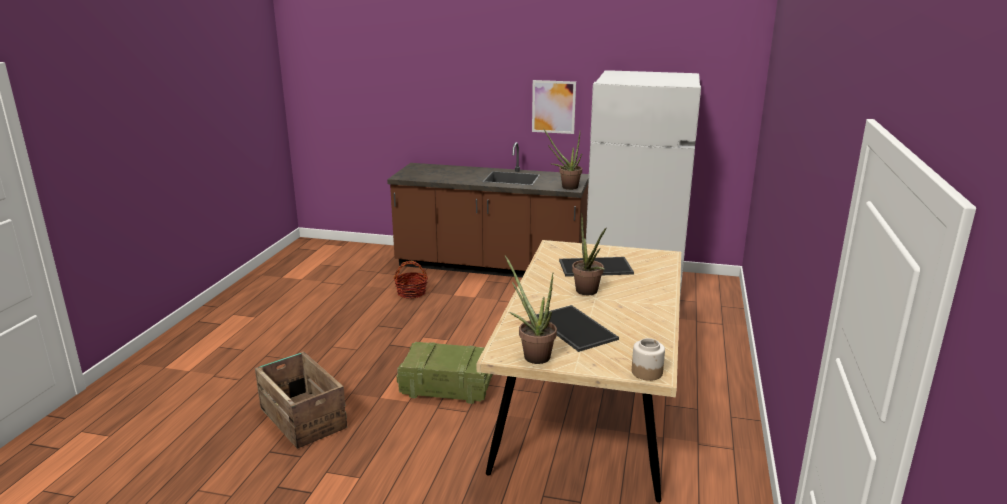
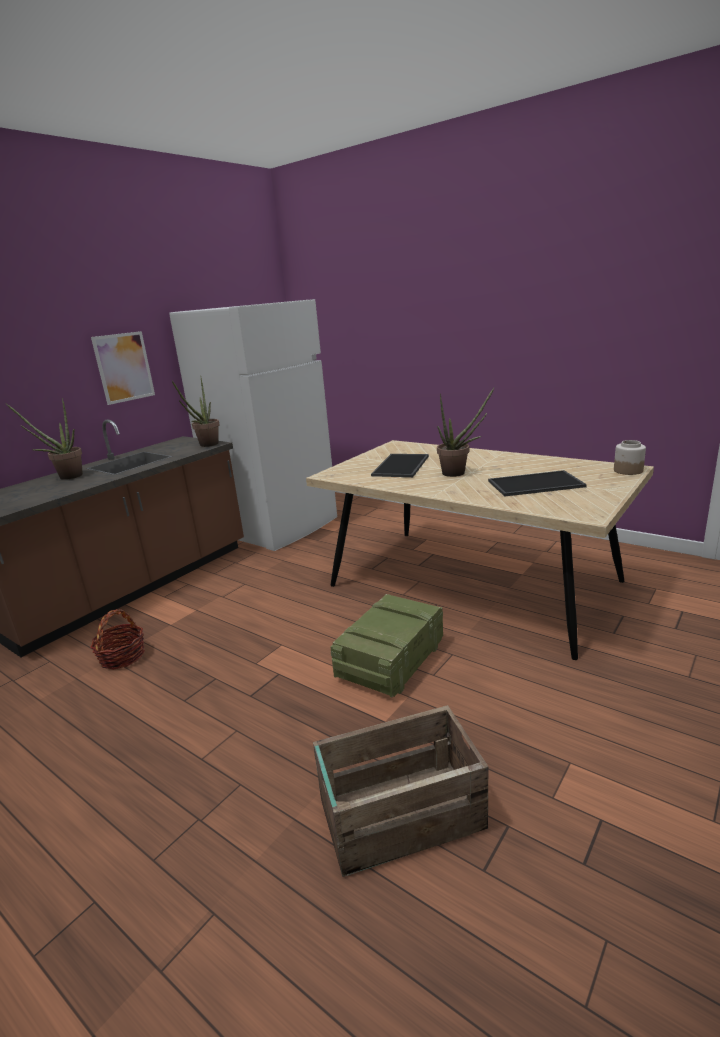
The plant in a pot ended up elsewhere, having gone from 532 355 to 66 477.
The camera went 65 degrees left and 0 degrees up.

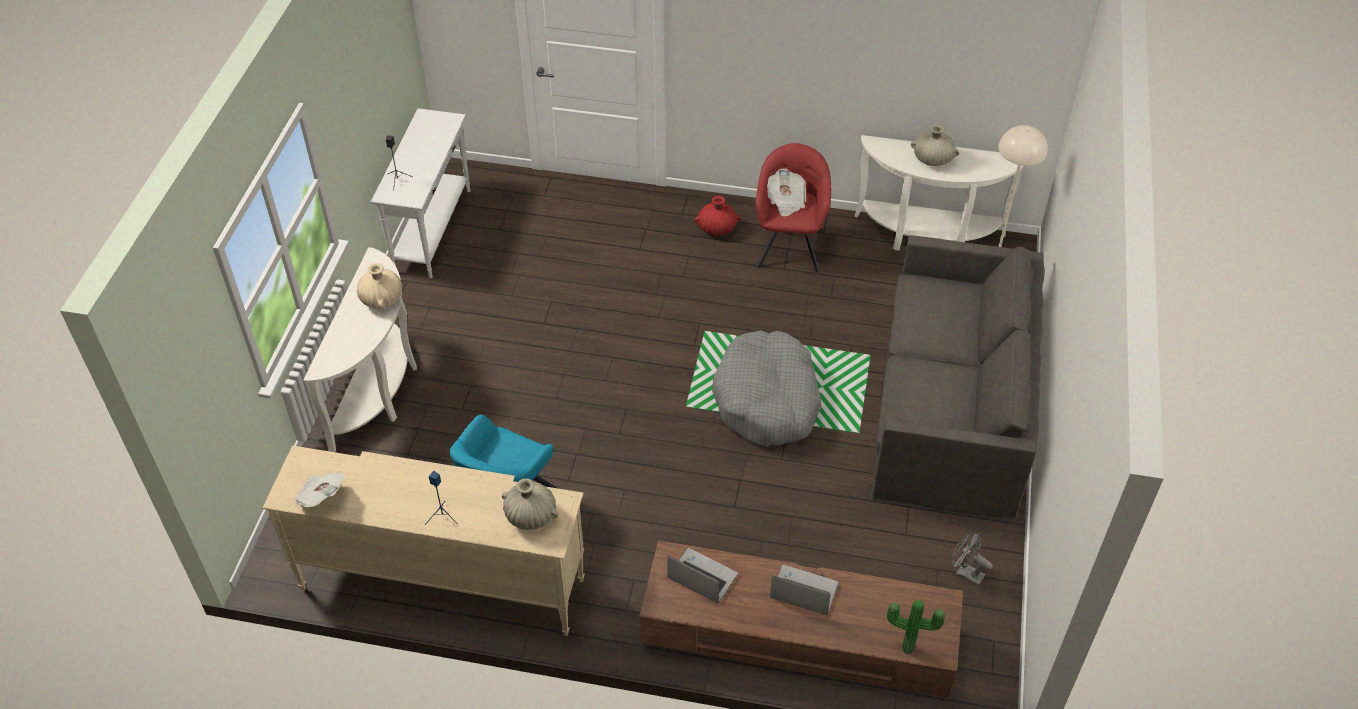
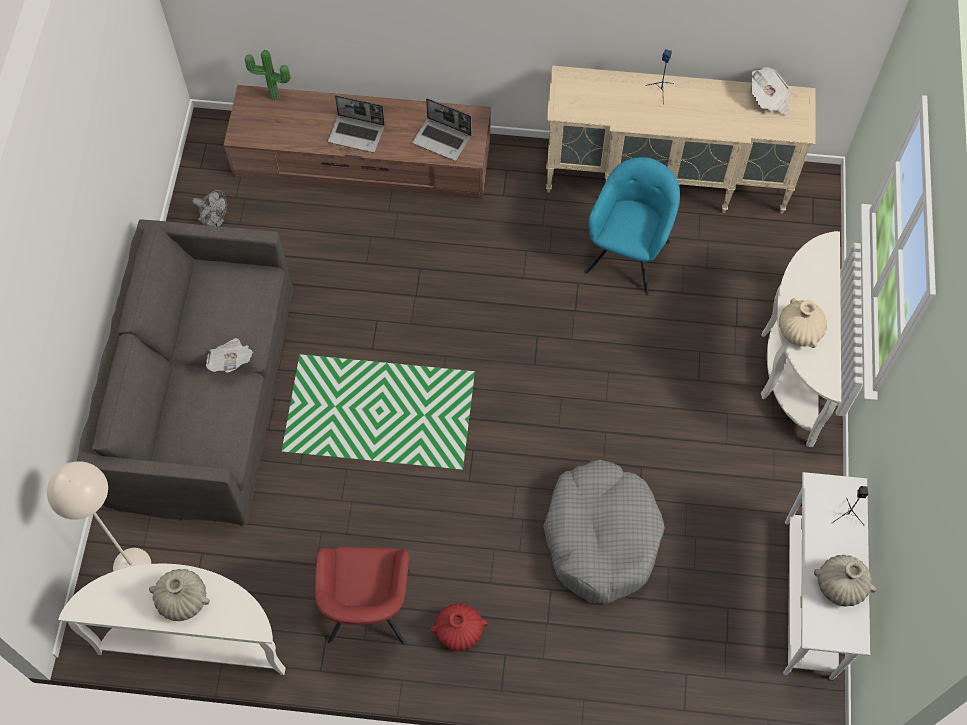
The beige-coloured decorative vase ended up elsewhere, having gone from 530 516 to 840 585.
The greyish dog bed ended up elsewhere, having gone from 767 400 to 601 537.
The printed paper ended up elsewhere, having gone from 785 201 to 231 361.
The camera went 175 degrees right and 15 degrees up.

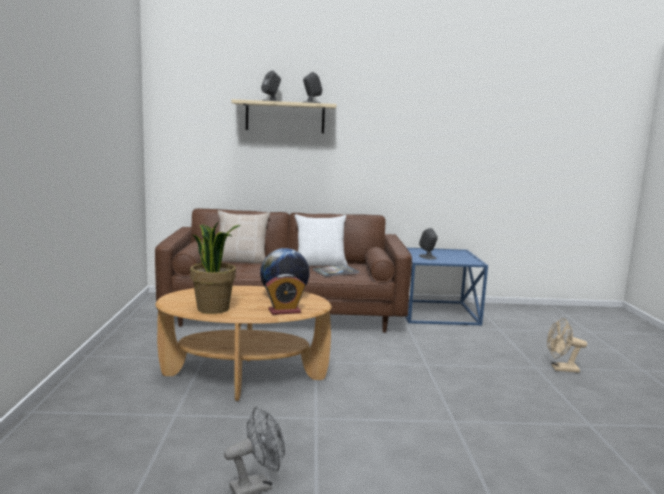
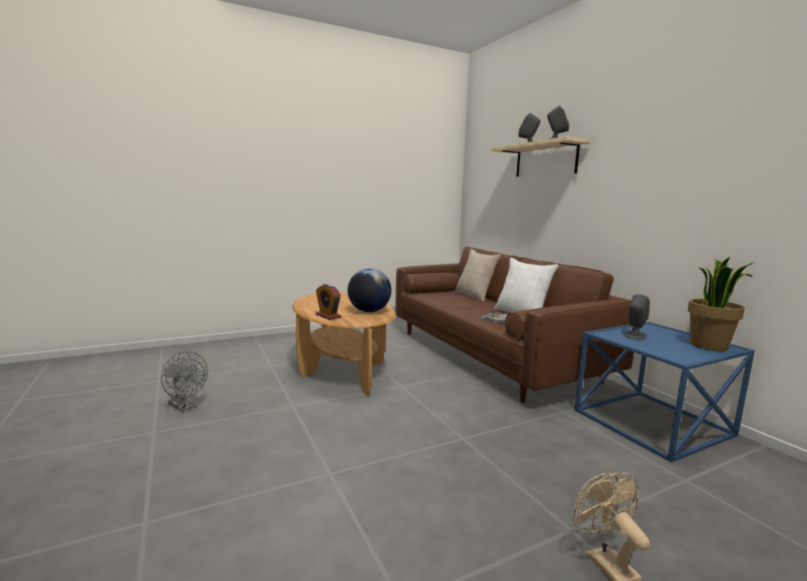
The plant in a pot ended up elsewhere, having gone from 214 308 to 709 346.
The camera went 65 degrees right and 0 degrees up.

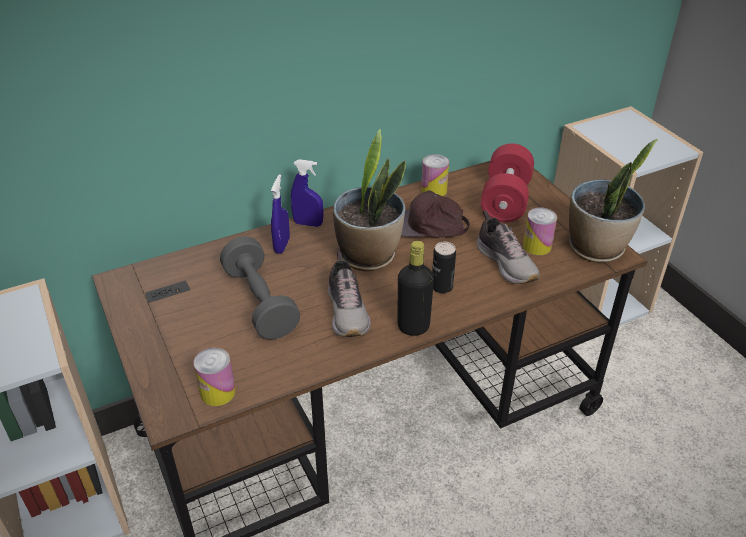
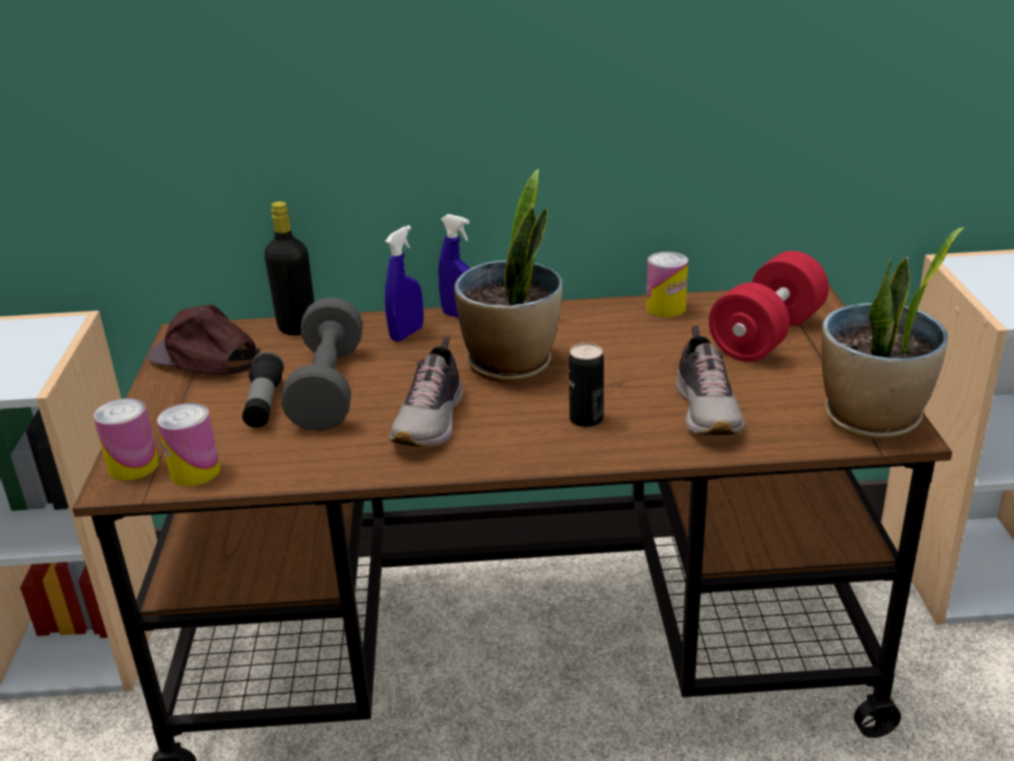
The second view gained the hand torch at 264 404.
The black beverage bottle ended up elsewhere, having gone from 413 327 to 297 328.
The brown-coloured cap ended up elsewhere, having gone from 428 226 to 204 358.
The metal can ended up elsewhere, having gone from 537 246 to 133 466.
The camera went 25 degrees right and 10 degrees down.

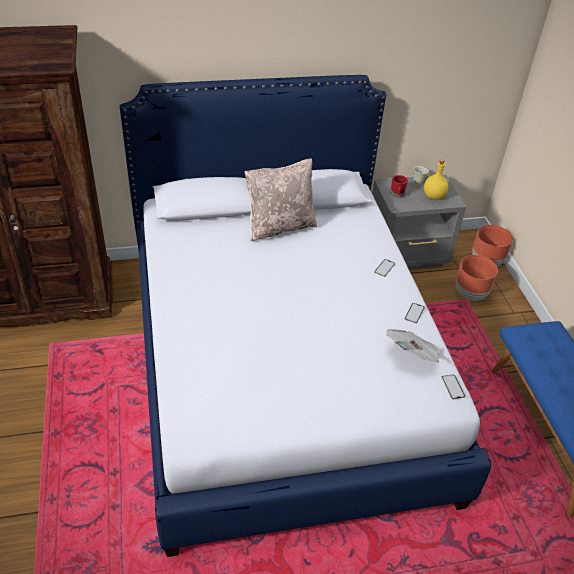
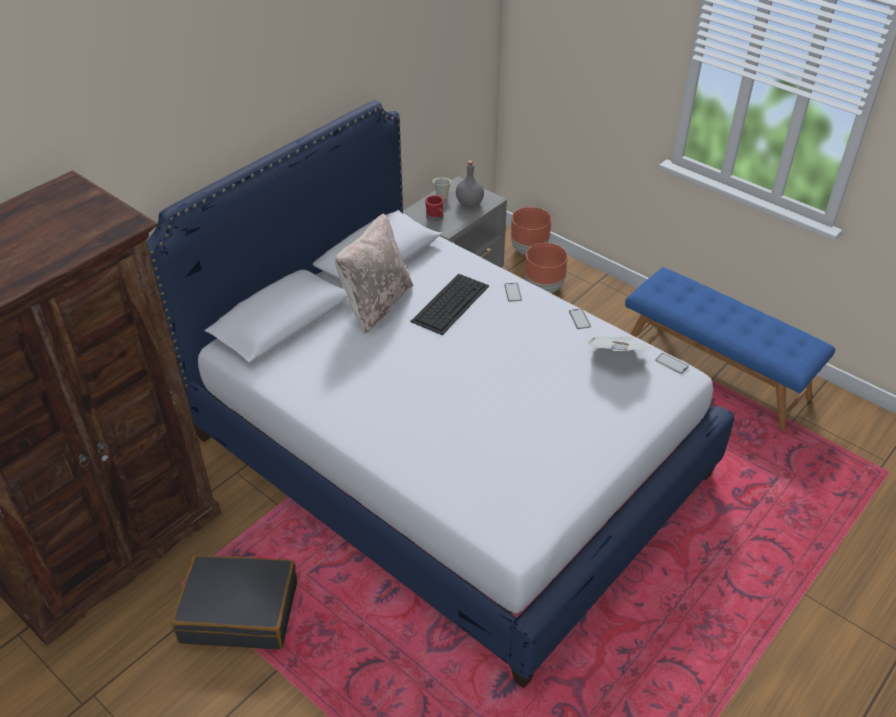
The second view gained the black suitcase at 240 611.
The second view gained the keyboard at 450 303.
What was the yellowish beverage bottle at 433 196 turned into the greyish beverage bottle at 469 203.
The camera went 35 degrees left and 0 degrees up.

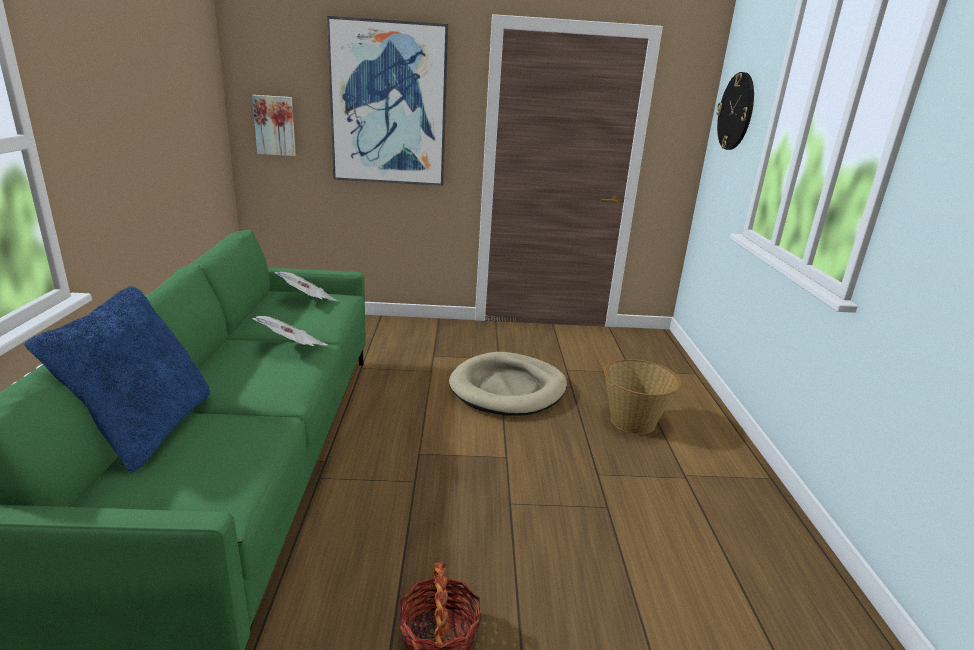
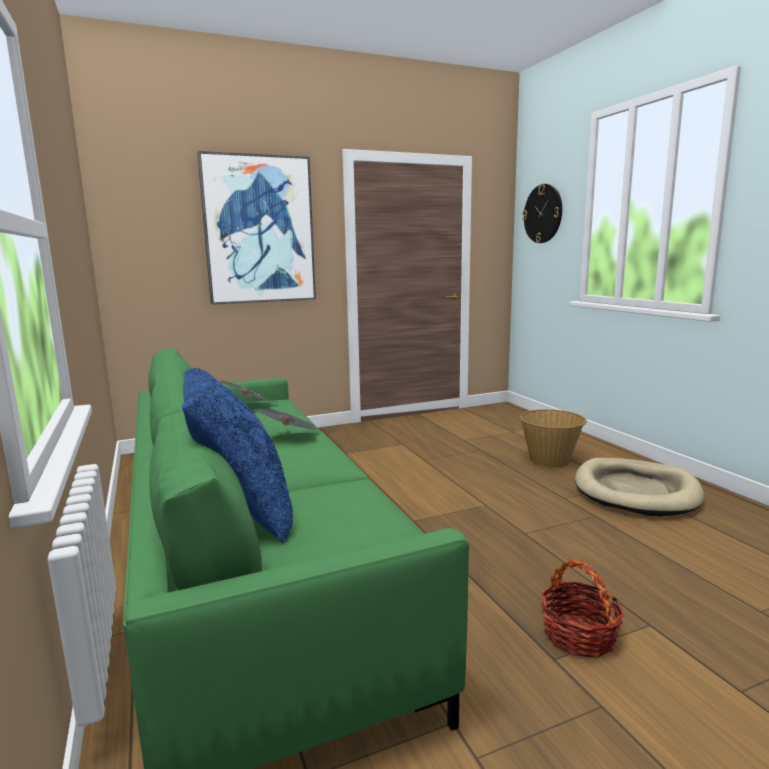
The second view lost the wall art at 275 125.
The beige-coloured dog bed ended up elsewhere, having gone from 508 388 to 636 491.
The camera went 20 degrees left and 10 degrees down.

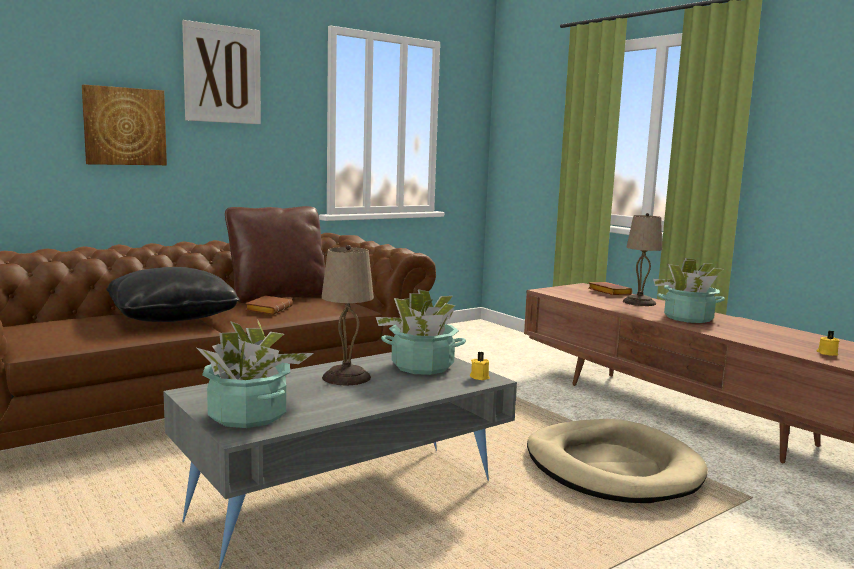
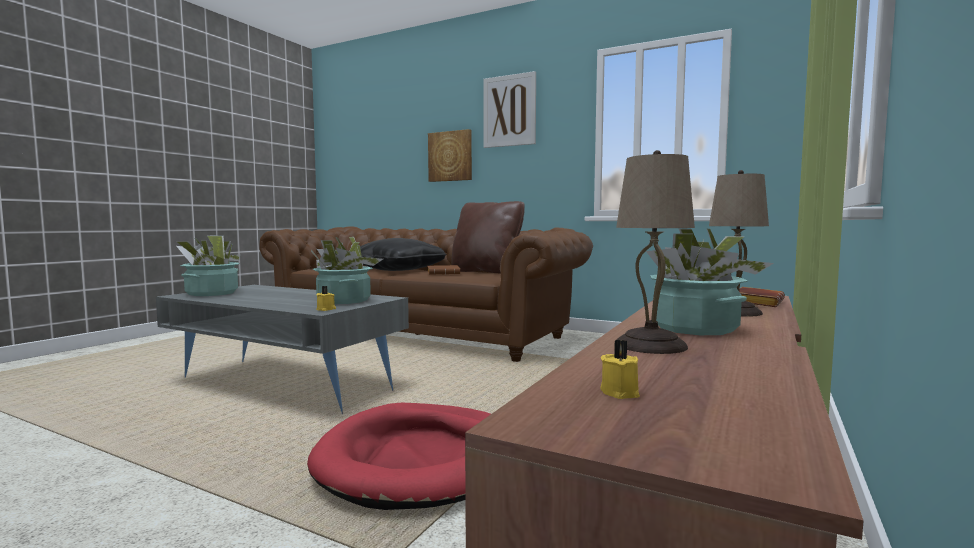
The beige-coloured lamp for a table ended up elsewhere, having gone from 347 377 to 652 345.
What was the beige-coloured dog bed at 612 467 turned into the red-coloured dog bed at 420 460.
The camera went 65 degrees right and 5 degrees down.

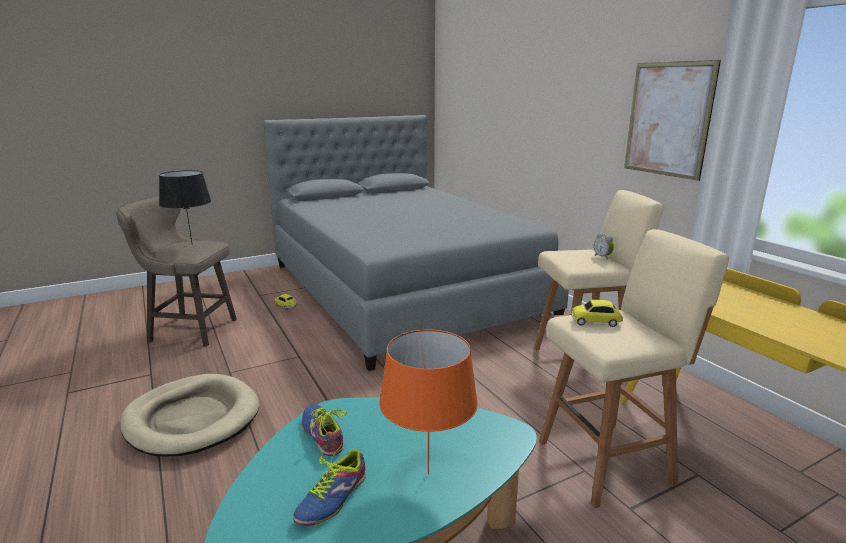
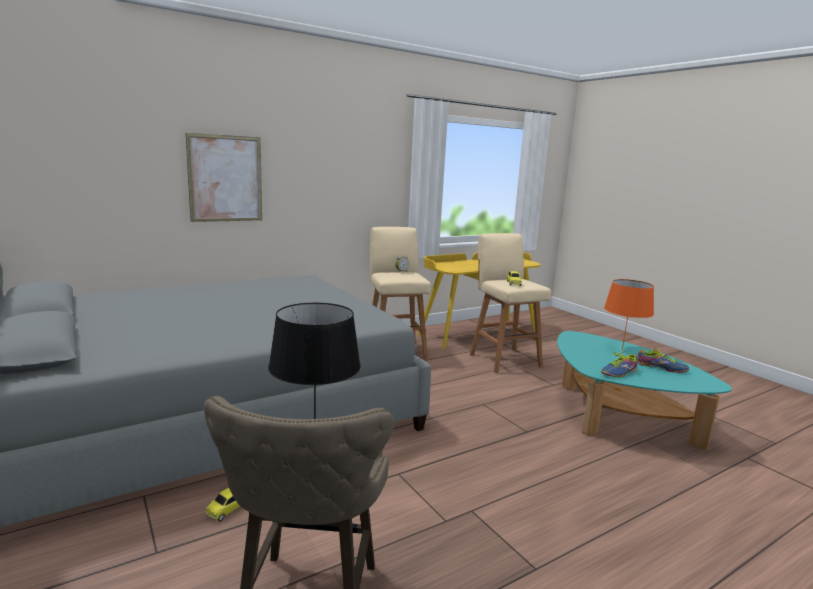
The second view lost the beige-coloured dog bed at 192 419.
The wall art ended up elsewhere, having gone from 668 119 to 225 179.
The camera went 95 degrees left and 5 degrees down.

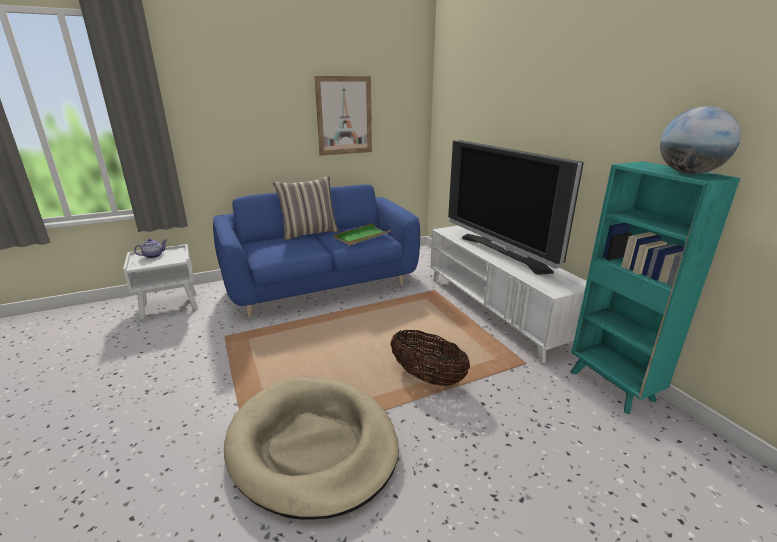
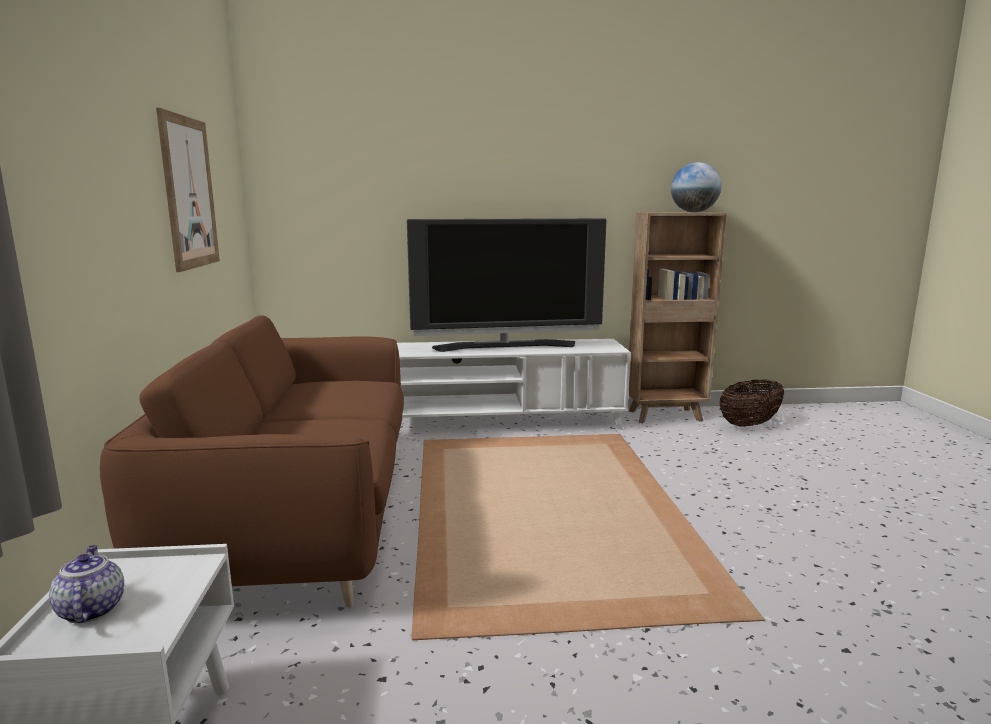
The second view lost the beige-coloured dog bed at 313 446.
The second view lost the pillow at 309 233.
The second view lost the green-coloured tray at 362 236.
The basket ended up elsewhere, having gone from 427 377 to 749 424.
What was the blue-coloured sofa at 321 285 turned into the brown-coloured sofa at 300 516.
What was the turquoise bookshelf at 612 387 turned into the brown-coloured bookshelf at 666 416.
The camera went 70 degrees left and 10 degrees down.

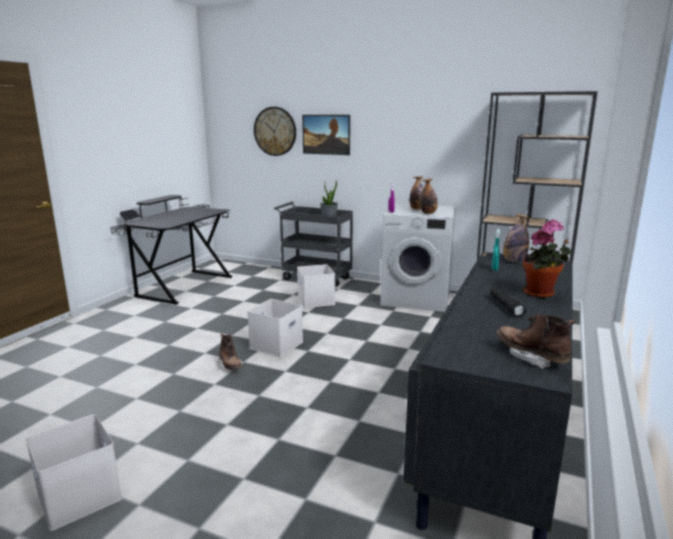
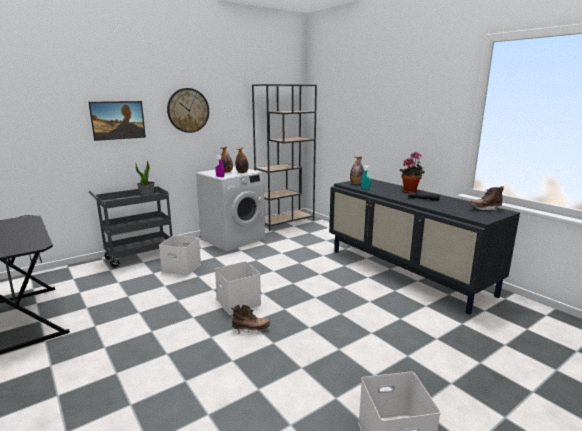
The wall clock ended up elsewhere, having gone from 275 131 to 188 110.
The camera went 60 degrees left and 0 degrees up.

